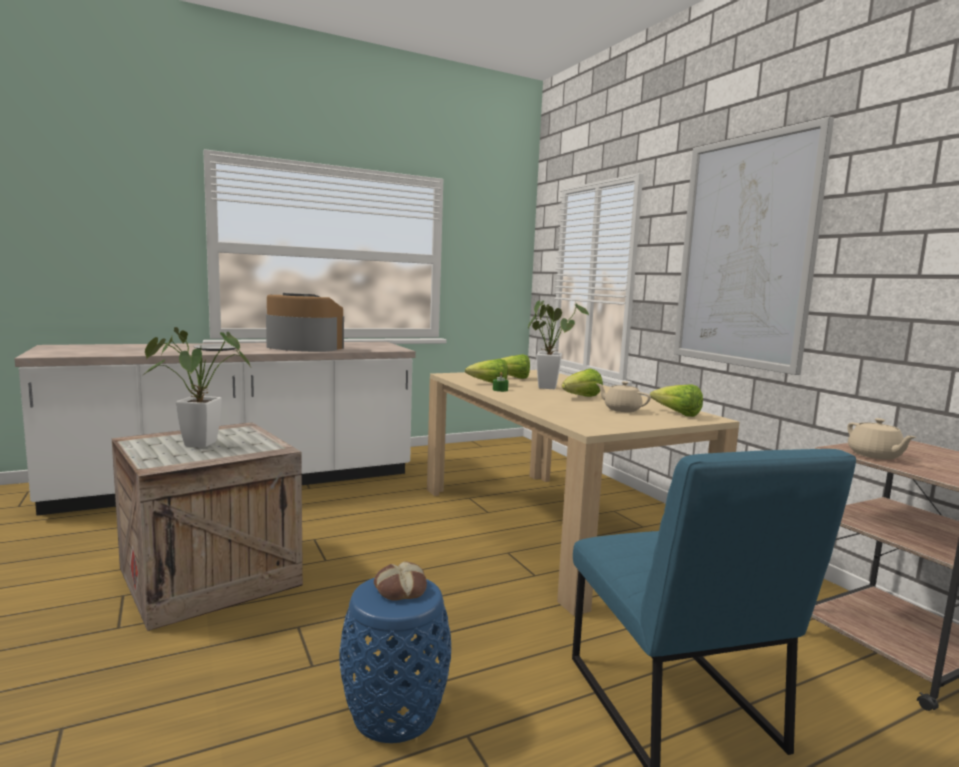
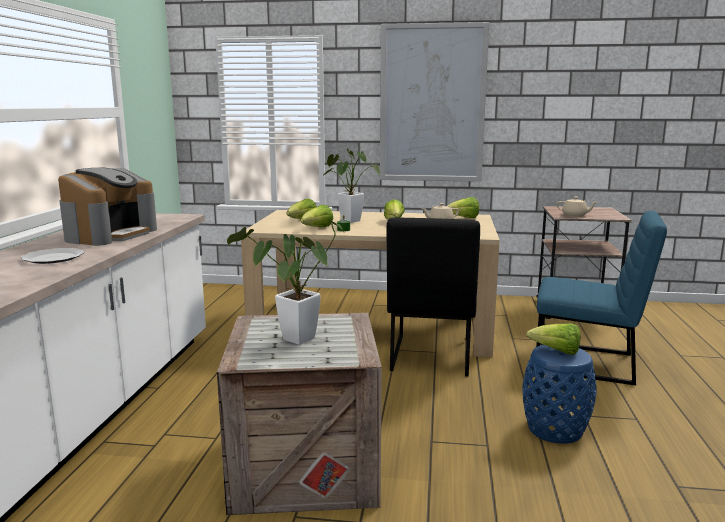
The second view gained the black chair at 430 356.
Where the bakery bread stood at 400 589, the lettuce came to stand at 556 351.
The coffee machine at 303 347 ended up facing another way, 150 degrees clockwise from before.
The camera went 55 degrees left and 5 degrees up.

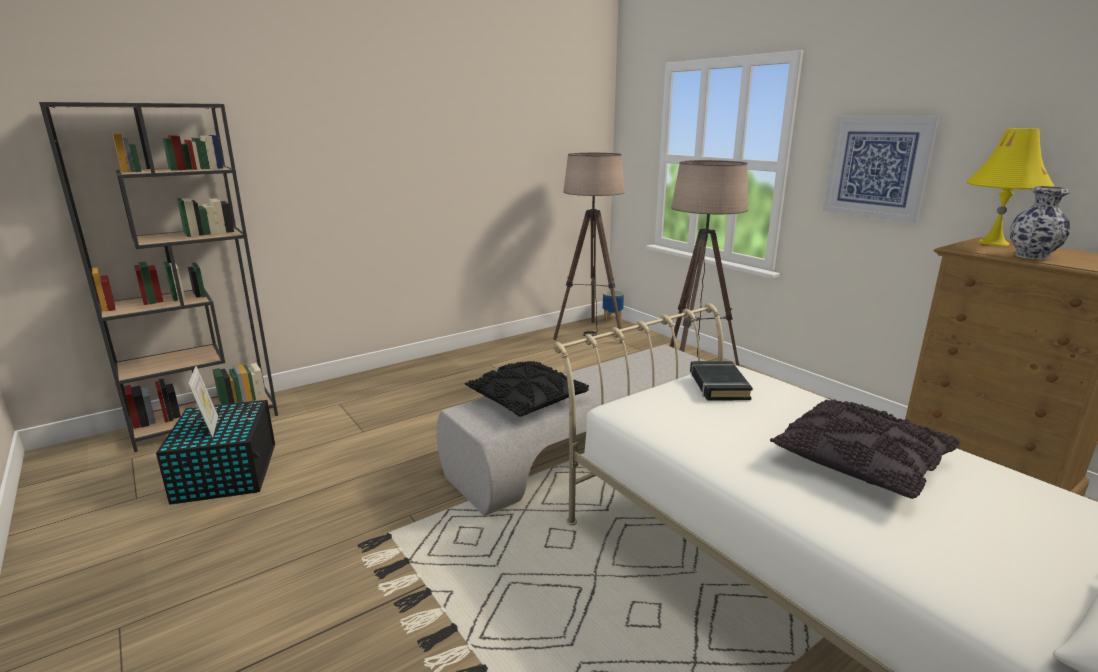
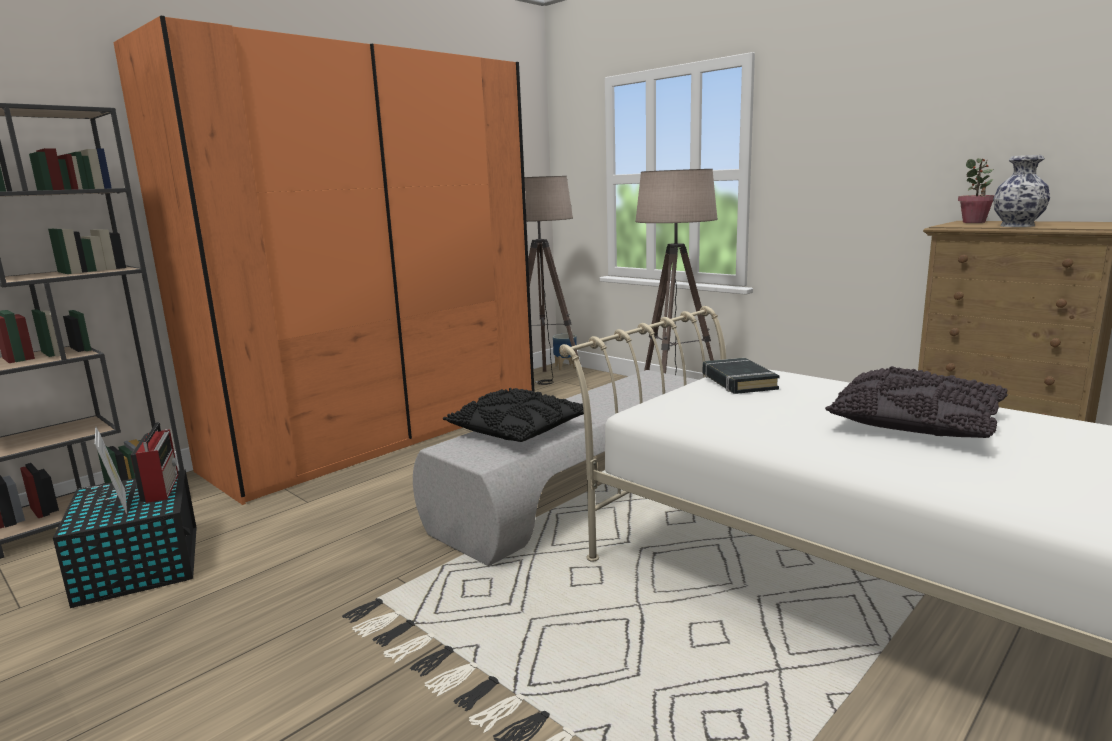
The second view lost the wall art at 877 167.
The second view gained the orange wardrobe at 383 434.
The second view gained the radio set at 161 487.
Where the yellowish lamp for a table stood at 993 243, the plant in a pot came to stand at 974 222.
The camera went 10 degrees left and 5 degrees down.

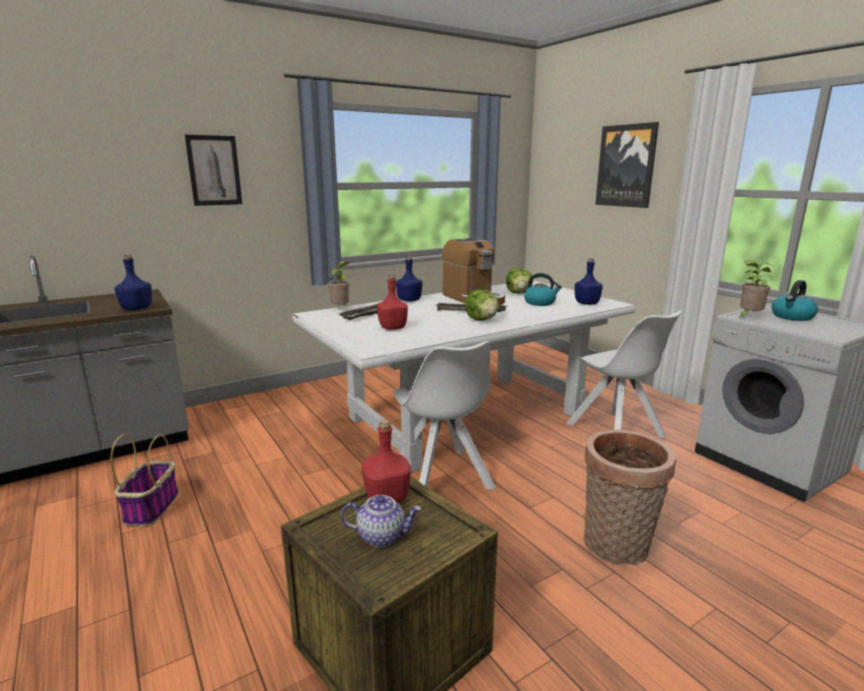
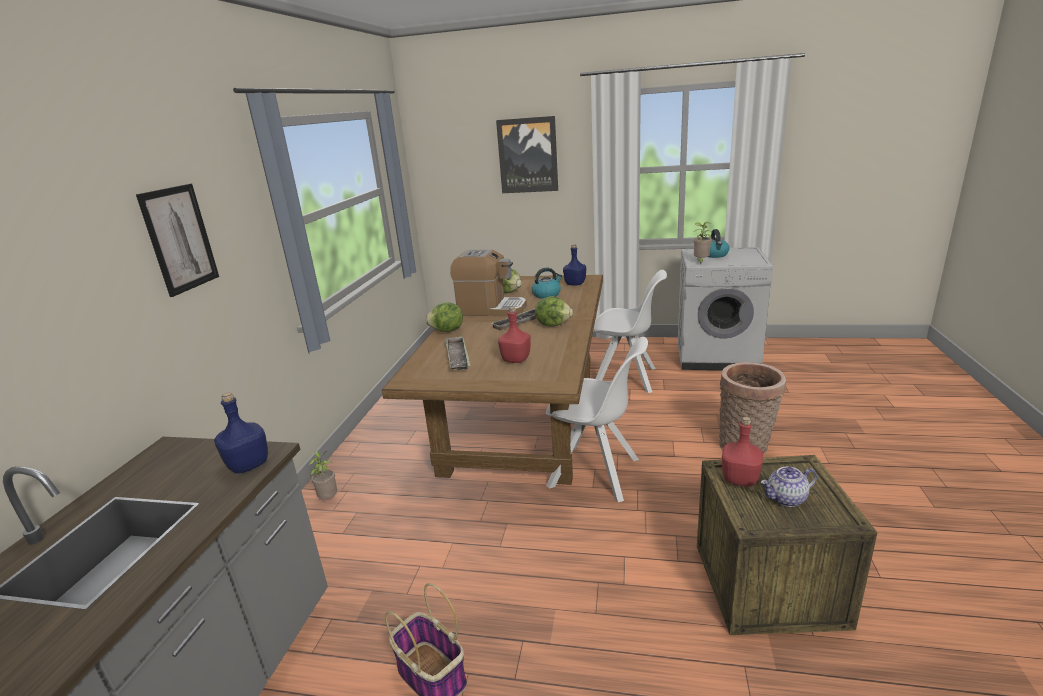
The plant in a pot ended up elsewhere, having gone from 341 309 to 329 499.
Where the blue-coloured beverage bottle stood at 409 300, the lettuce came to stand at 447 331.
What was the whitish kitchen table at 466 416 turned into the brown-coloured kitchen table at 523 421.
The pot for tea at 382 536 ended up facing another way, 150 degrees counterclockwise from before.
The camera went 45 degrees left and 5 degrees up.

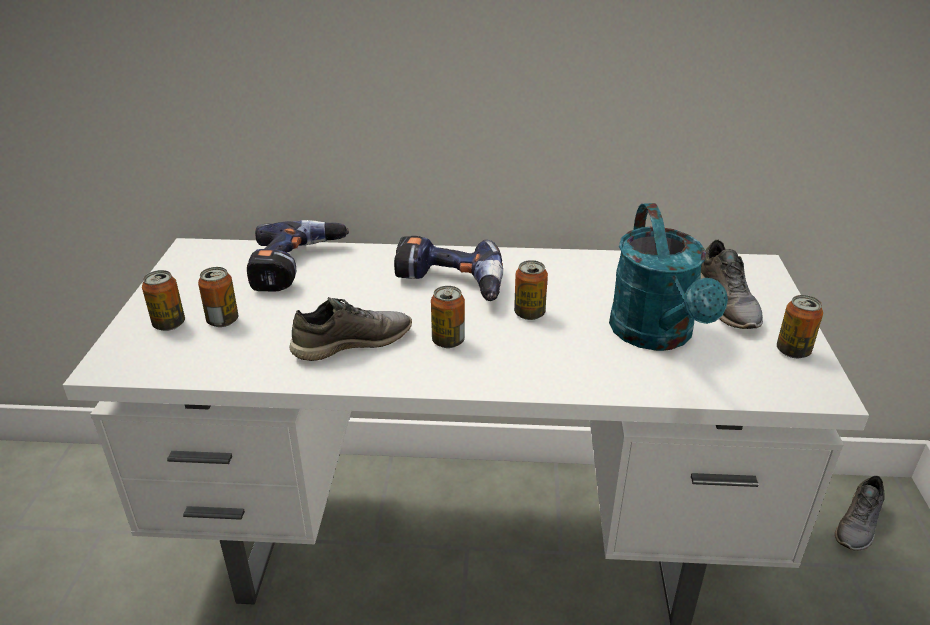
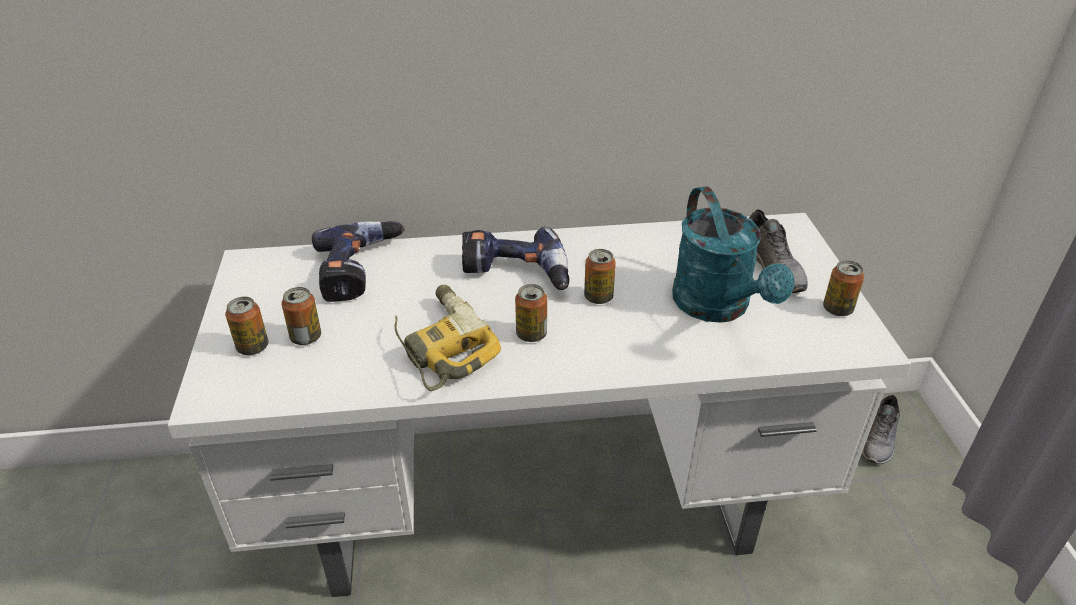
Where the greyish low shoe stood at 352 342, the drill came to stand at 441 346.
The camera went 10 degrees left and 5 degrees up.

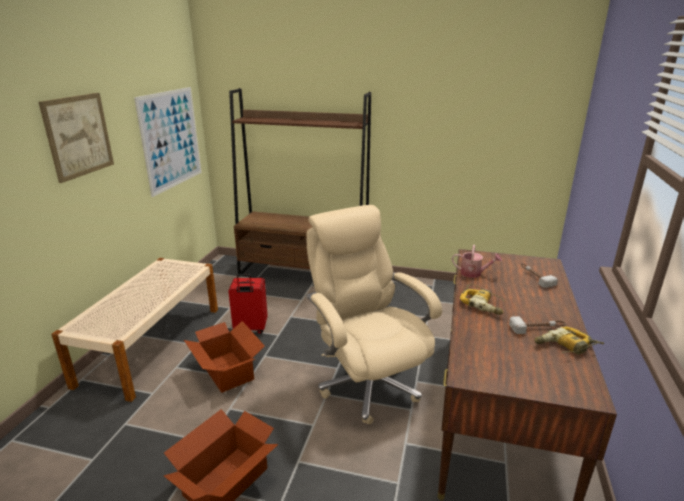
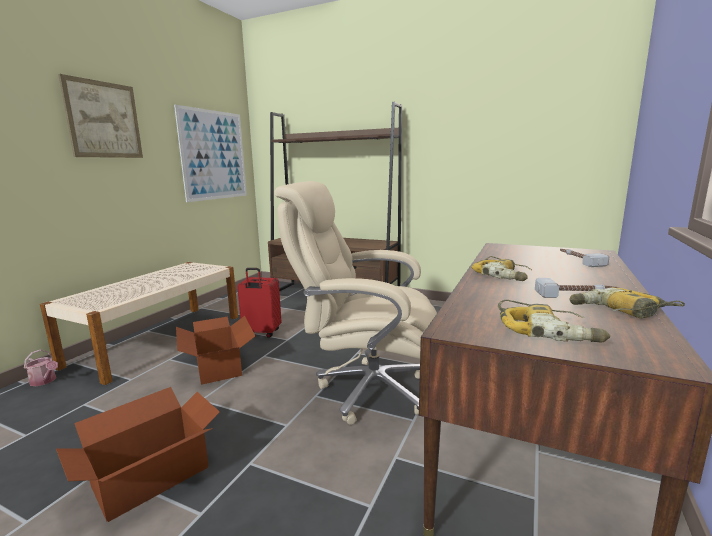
The second view gained the drill at 547 331.
The watering can ended up elsewhere, having gone from 474 273 to 45 381.
The beige-coloured computer chair at 367 384 ended up facing another way, 60 degrees counterclockwise from before.
The camera went 10 degrees right and 10 degrees down.

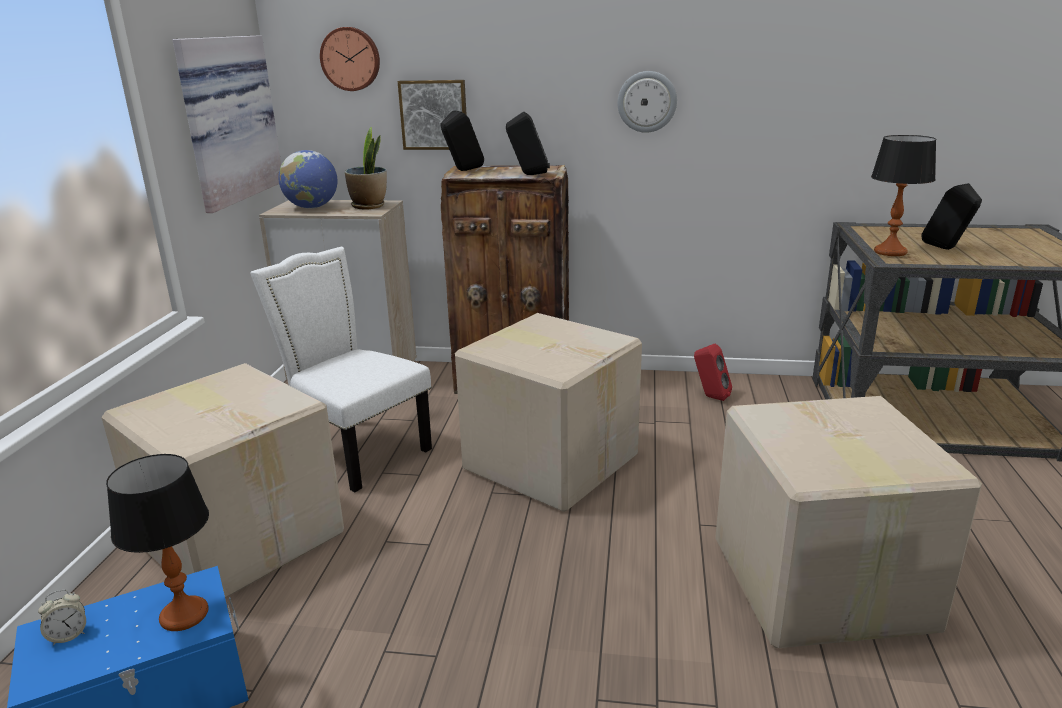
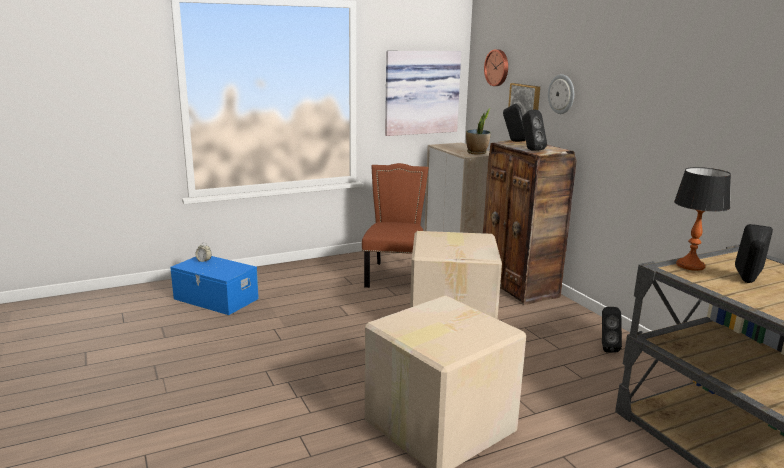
The second view lost the cardboard box at 242 536.
The second view lost the lamp for a table at 184 615.
The second view lost the world globe at 312 207.
The wall clock ended up elsewhere, having gone from 647 102 to 561 94.
What was the whitish chair at 358 452 turned into the brown-coloured chair at 395 276.
What was the red-coloured speaker at 710 397 turned into the black speaker at 606 348.
The camera went 55 degrees right and 5 degrees down.

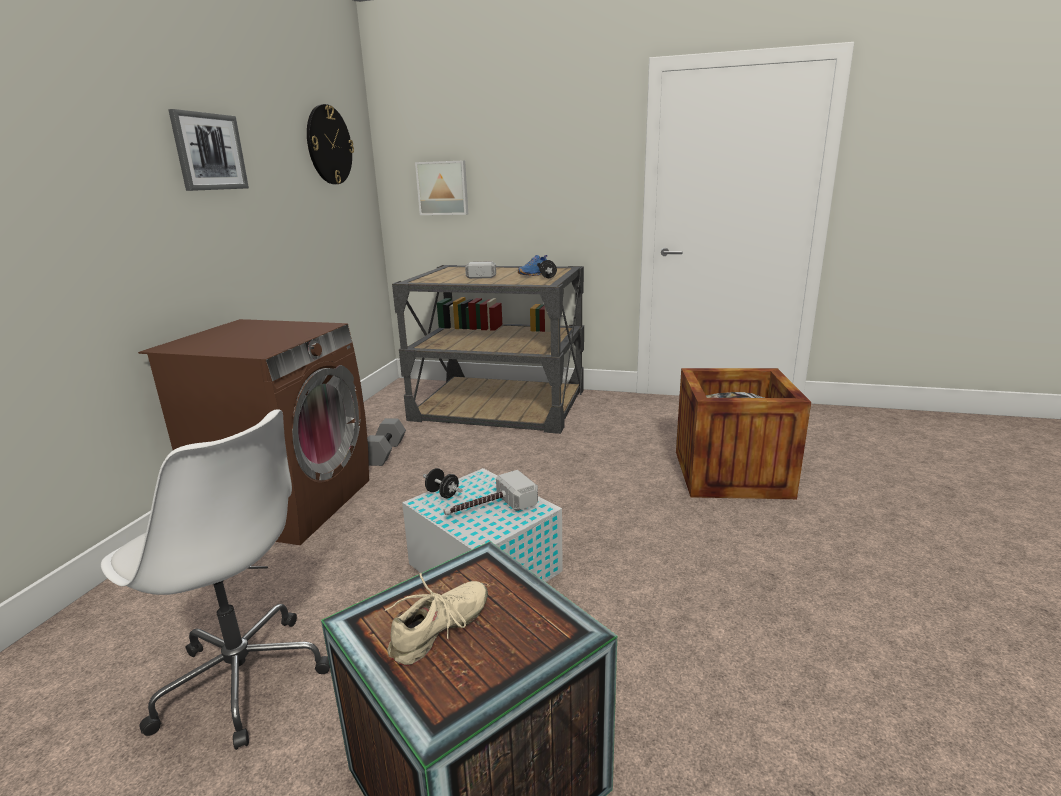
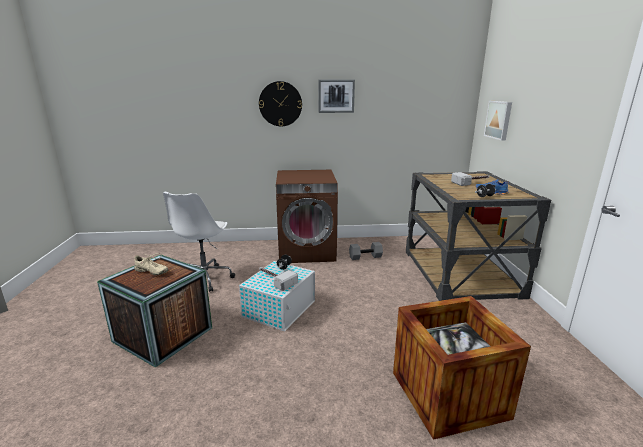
The wall clock ended up elsewhere, having gone from 329 145 to 280 104.
The camera went 70 degrees right and 0 degrees up.

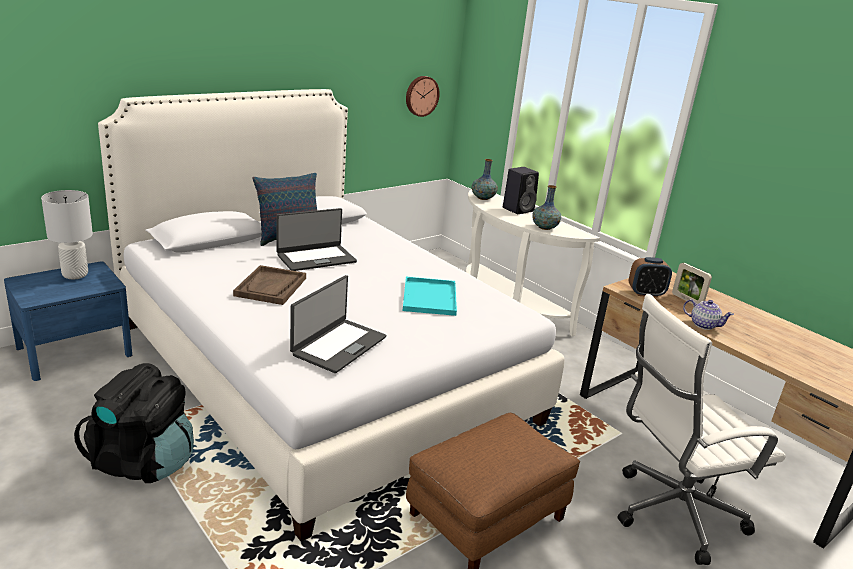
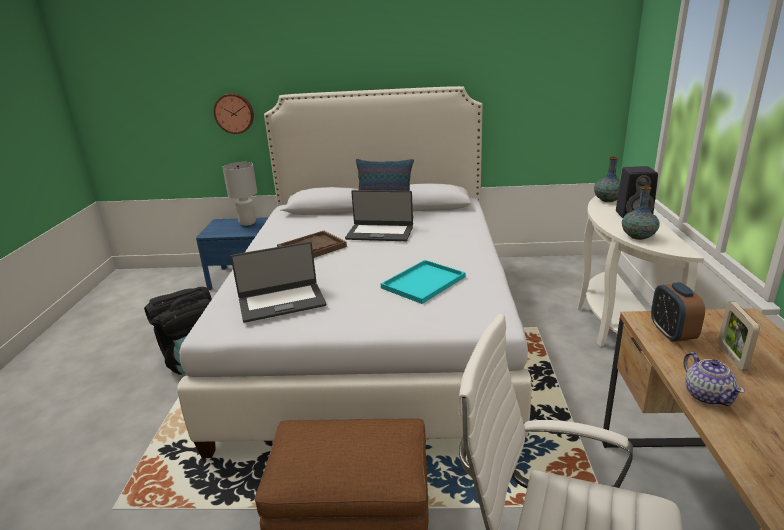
The wall clock ended up elsewhere, having gone from 421 95 to 234 113.
The bedside clock at 646 293 ended up facing another way, 45 degrees clockwise from before.
The camera went 45 degrees right and 0 degrees up.

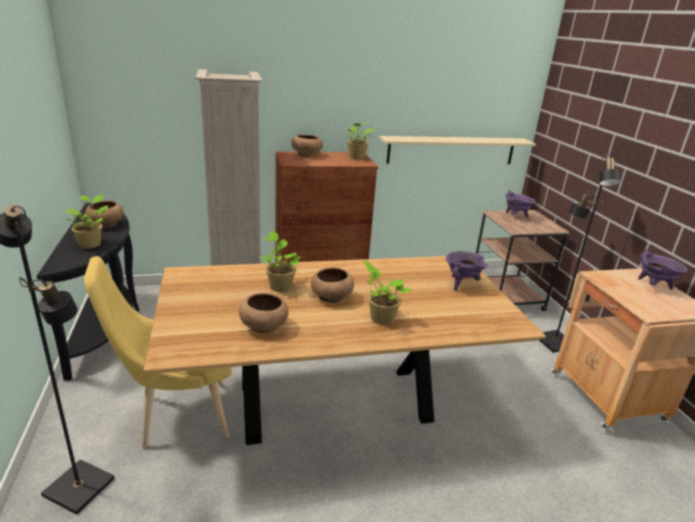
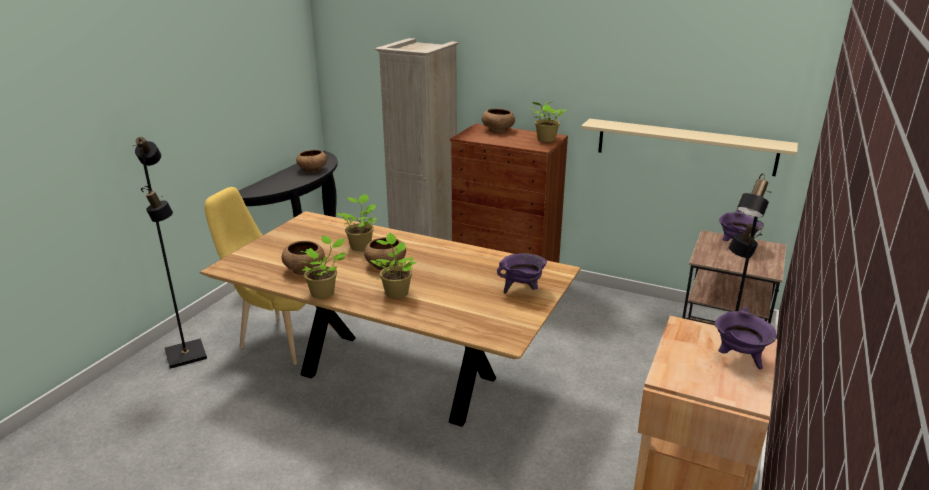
The plant in a pot ended up elsewhere, having gone from 91 244 to 324 292.
The camera went 40 degrees right and 0 degrees up.

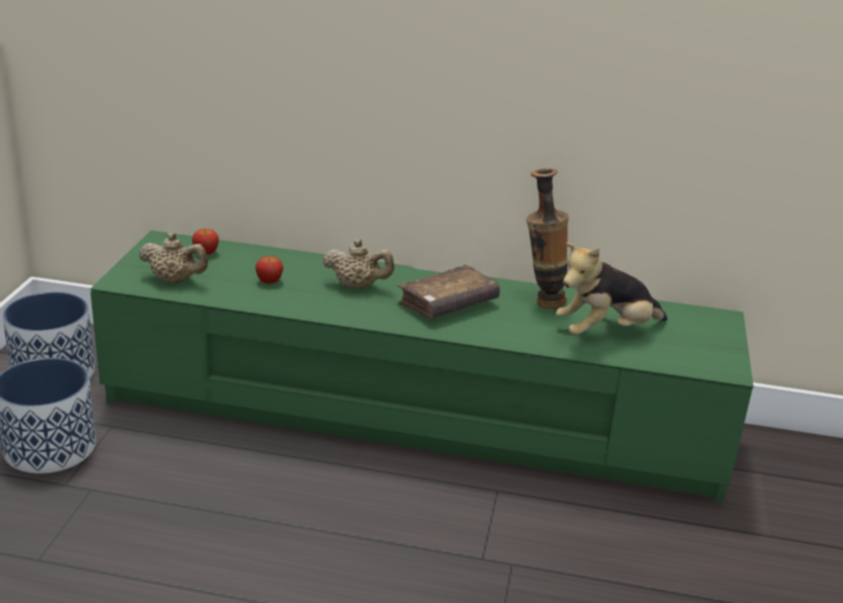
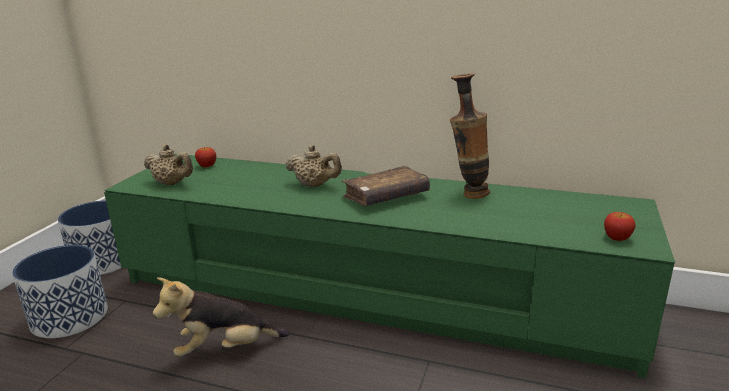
The apple fruit ended up elsewhere, having gone from 269 281 to 617 238.
The soft toy ended up elsewhere, having gone from 606 332 to 225 349.
The camera went 10 degrees right and 5 degrees down.

